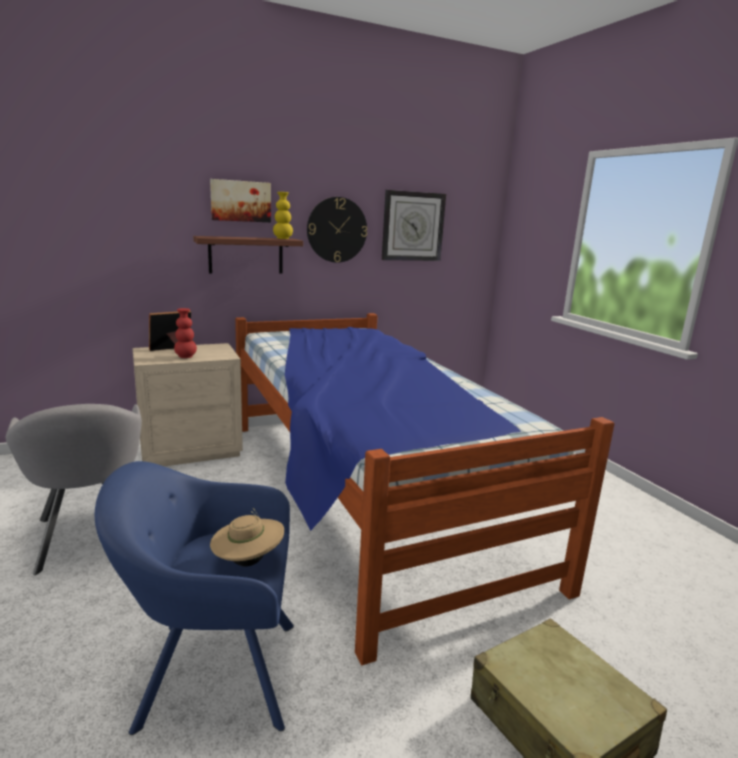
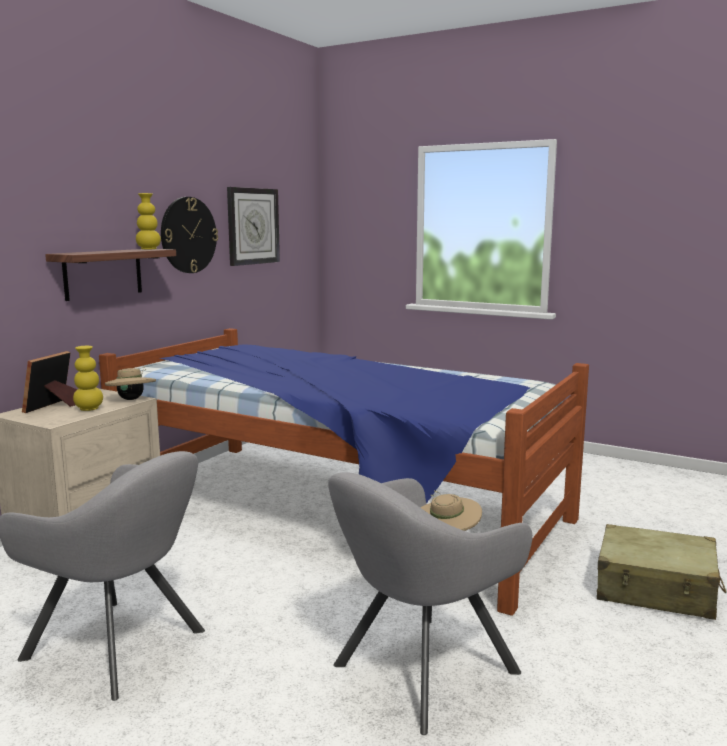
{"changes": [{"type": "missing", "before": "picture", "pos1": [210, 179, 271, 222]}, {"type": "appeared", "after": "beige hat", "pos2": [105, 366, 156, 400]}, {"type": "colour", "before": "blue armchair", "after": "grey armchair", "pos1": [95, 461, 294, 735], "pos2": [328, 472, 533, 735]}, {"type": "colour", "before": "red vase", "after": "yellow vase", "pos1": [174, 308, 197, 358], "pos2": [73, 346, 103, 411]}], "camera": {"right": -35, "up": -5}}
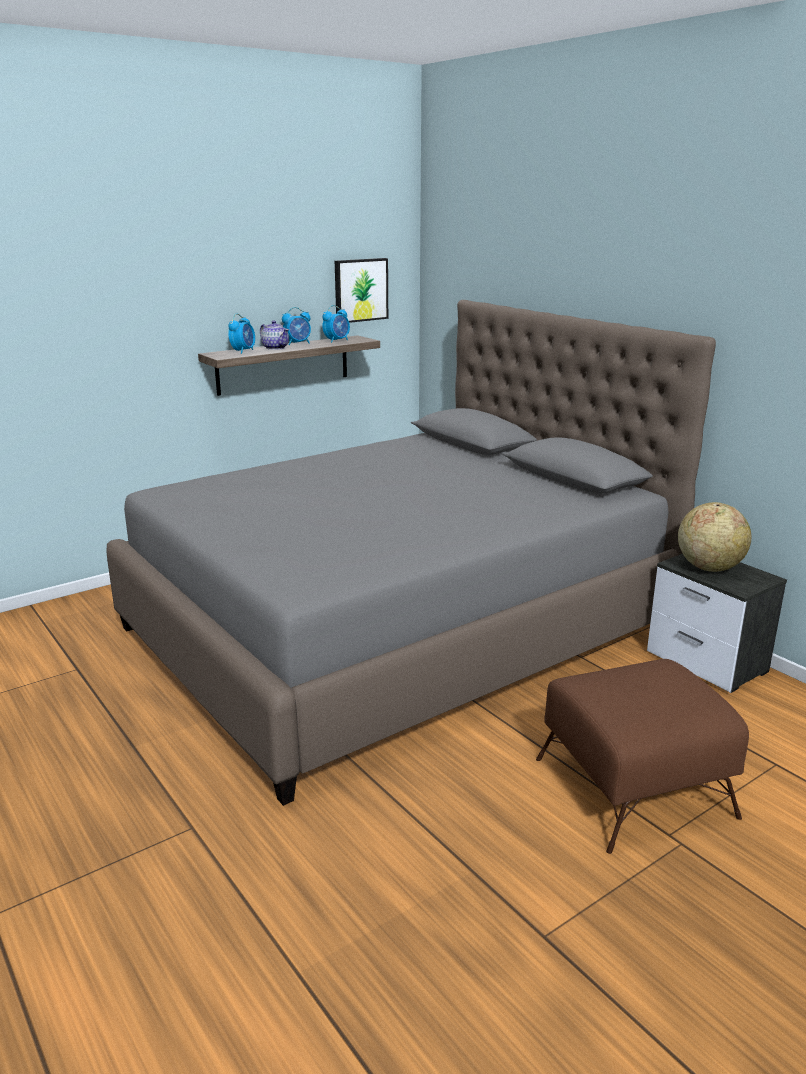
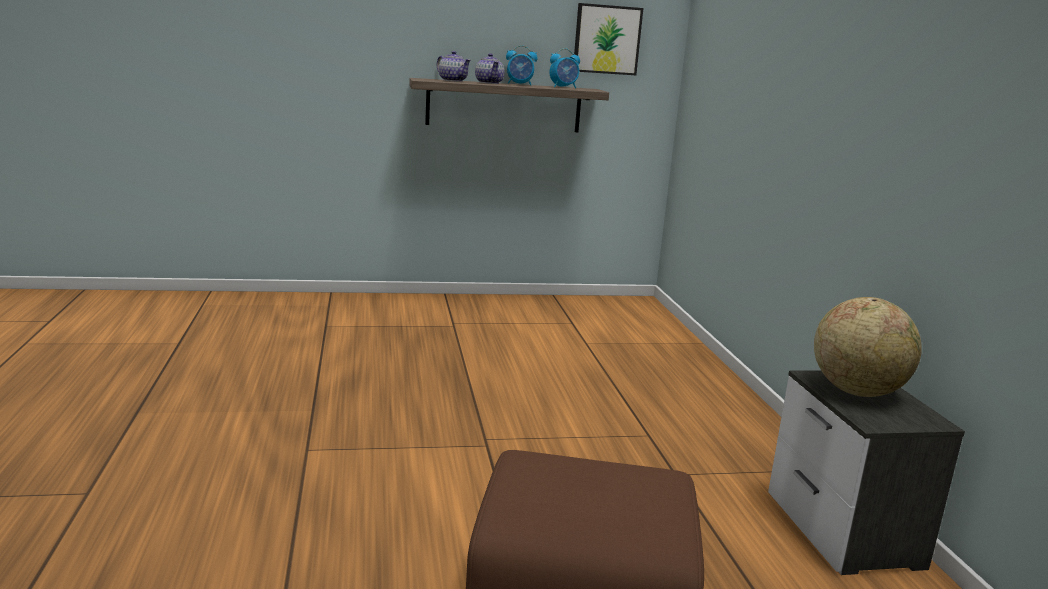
{"changes": [{"type": "missing", "before": "grey bed", "pos1": [107, 300, 716, 806]}, {"type": "exchanged", "before": "alarm clock", "after": "teapot", "pos1": [228, 313, 255, 354], "pos2": [436, 51, 471, 82]}], "camera": {"right": 25, "up": -5}}
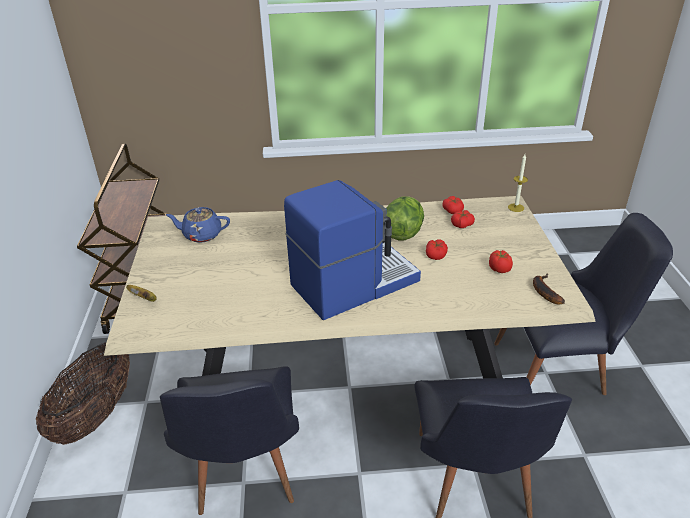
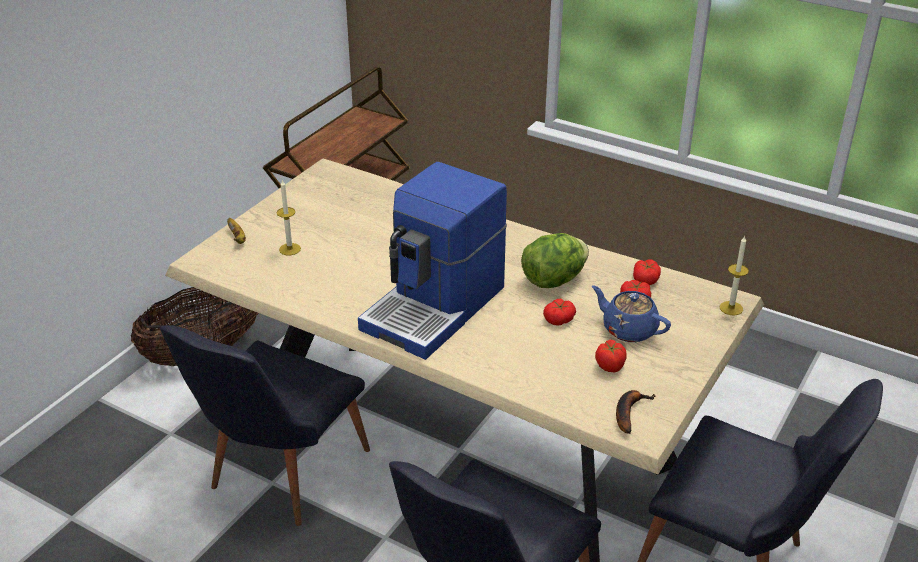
{"changes": [{"type": "appeared", "after": "candle", "pos2": [277, 180, 301, 255]}, {"type": "relocated", "before": "blue teapot", "pos1": [166, 207, 230, 243], "pos2": [592, 285, 671, 342]}, {"type": "spun", "before": "coffee machine", "pos1": [284, 180, 421, 320], "pos2": [358, 162, 507, 360], "turn": 120}], "camera": {"right": 35, "up": 0}}
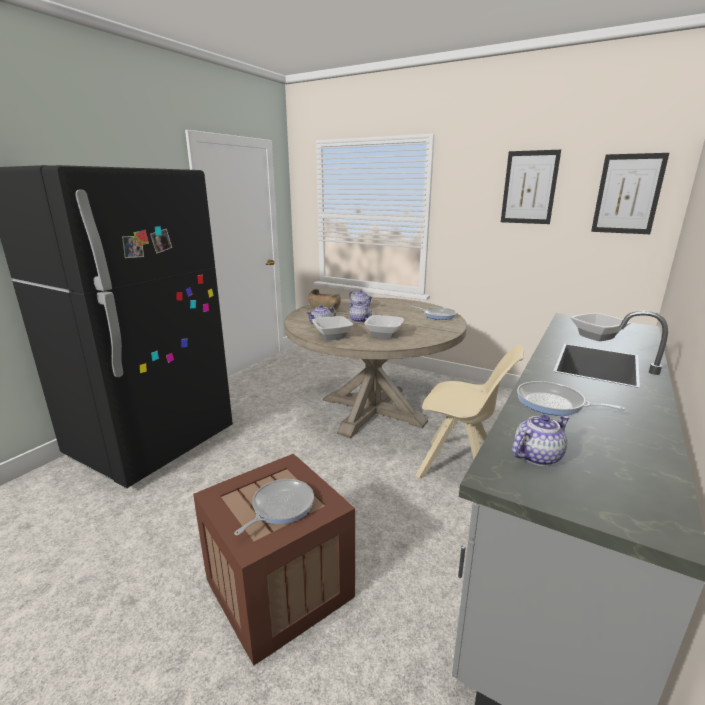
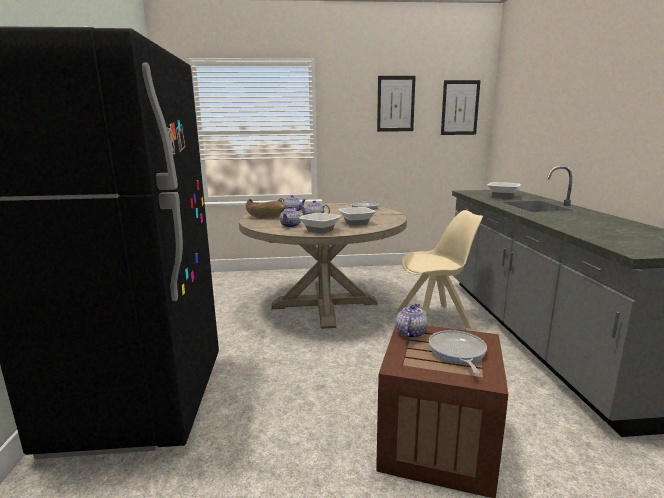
{"changes": [{"type": "missing", "before": "frying pan", "pos1": [517, 381, 625, 416]}, {"type": "relocated", "before": "teapot", "pos1": [512, 415, 569, 466], "pos2": [396, 303, 428, 338]}], "camera": {"right": -35, "up": -5}}
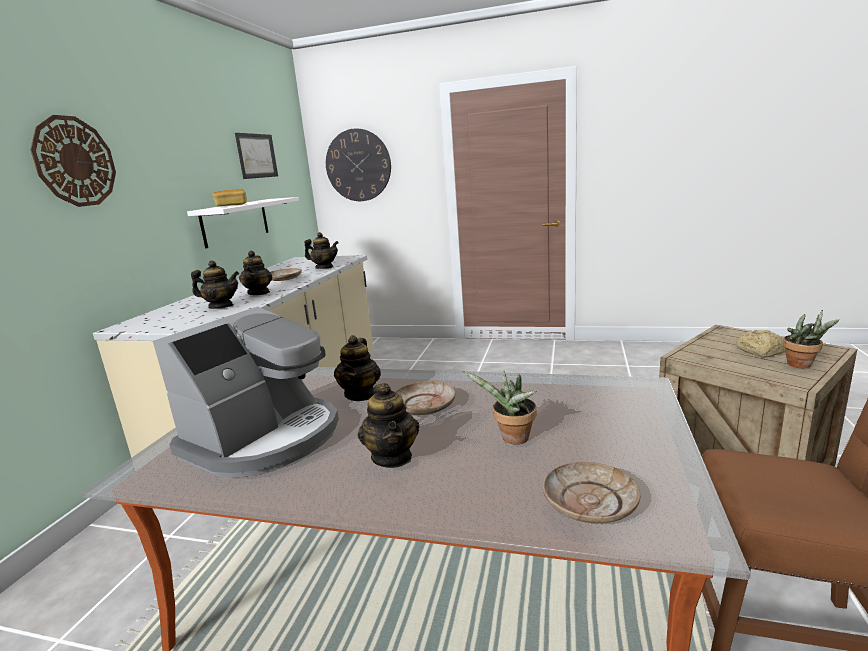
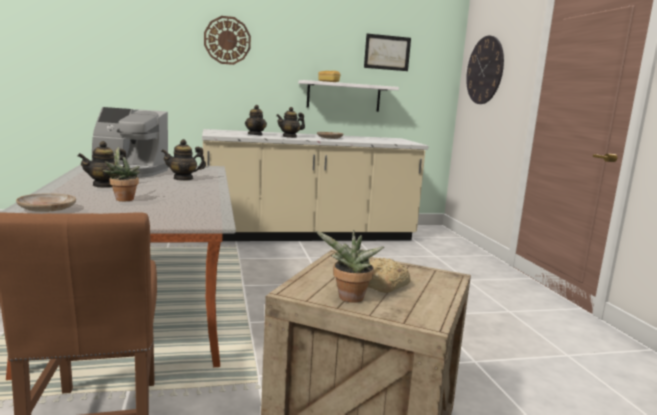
{"changes": [{"type": "missing", "before": "teapot", "pos1": [305, 232, 339, 269]}, {"type": "missing", "before": "beige plate", "pos1": [395, 381, 455, 415]}], "camera": {"right": 60, "up": -5}}
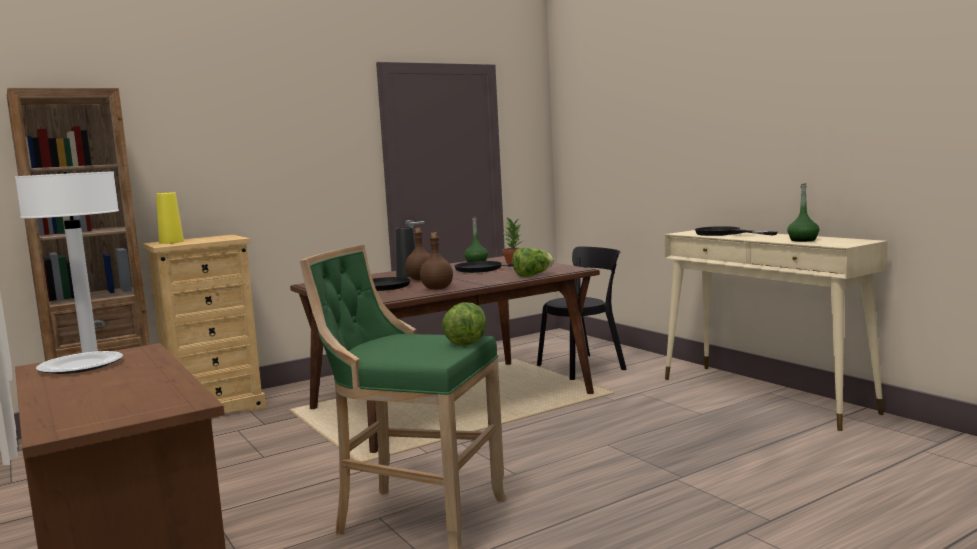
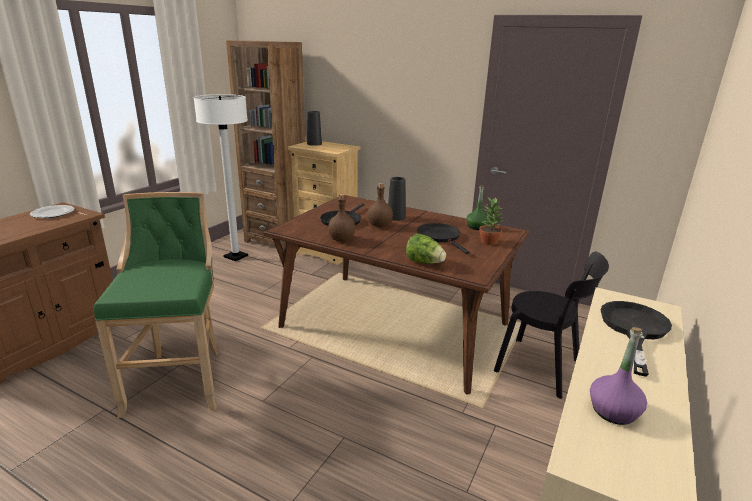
{"changes": [{"type": "missing", "before": "lettuce", "pos1": [442, 302, 486, 346]}, {"type": "colour", "before": "yellow vase", "after": "black vase", "pos1": [156, 192, 184, 244], "pos2": [307, 111, 322, 146]}, {"type": "colour", "before": "green bottle", "after": "purple bottle", "pos1": [787, 183, 820, 242], "pos2": [590, 327, 647, 425]}], "camera": {"right": 60, "up": 15}}
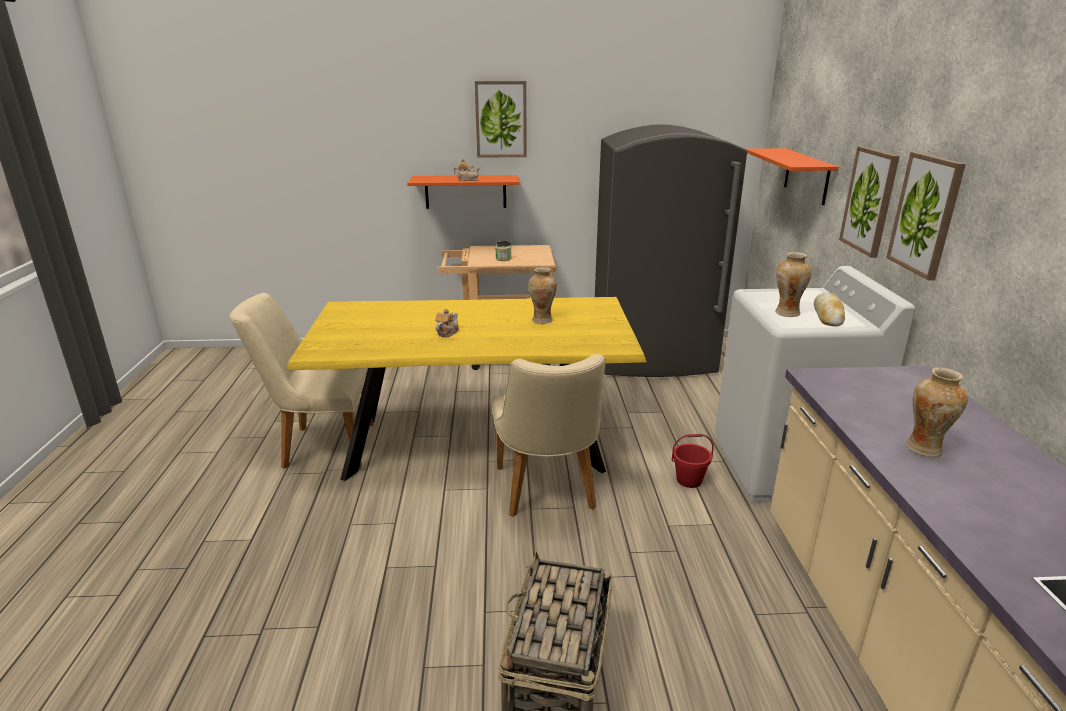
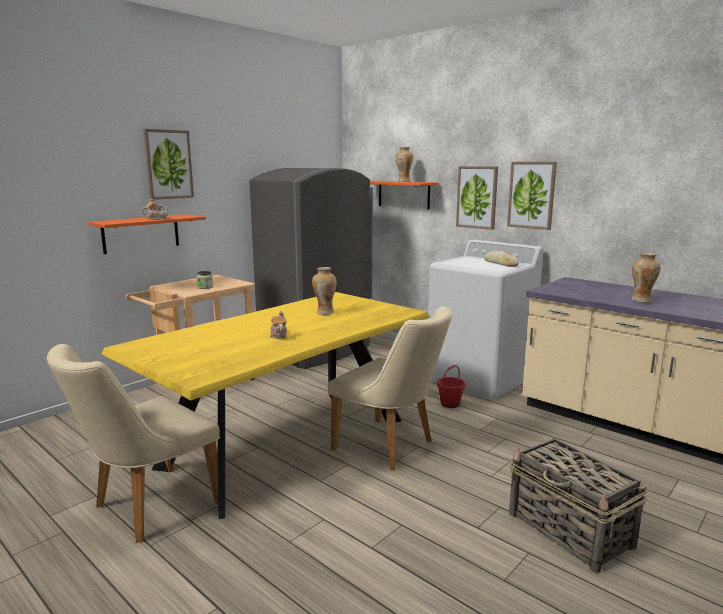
{"changes": [{"type": "relocated", "before": "vase", "pos1": [775, 252, 812, 317], "pos2": [396, 147, 413, 182]}], "camera": {"right": -45, "up": -10}}
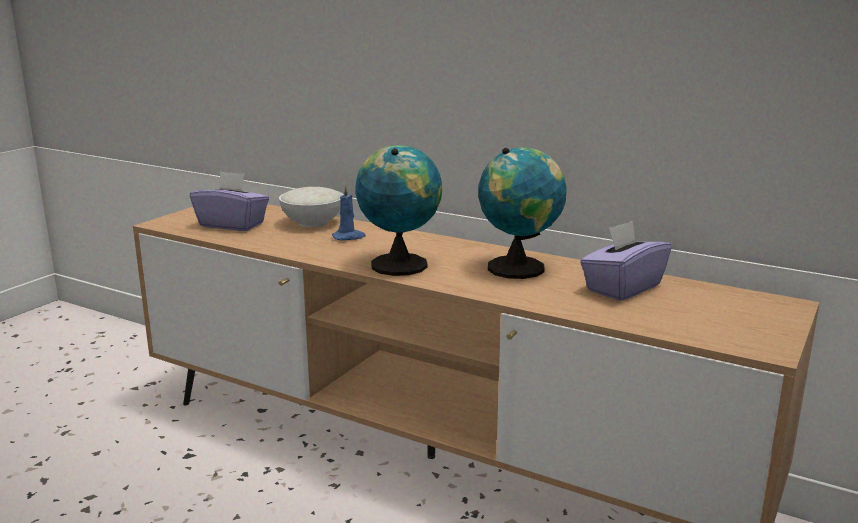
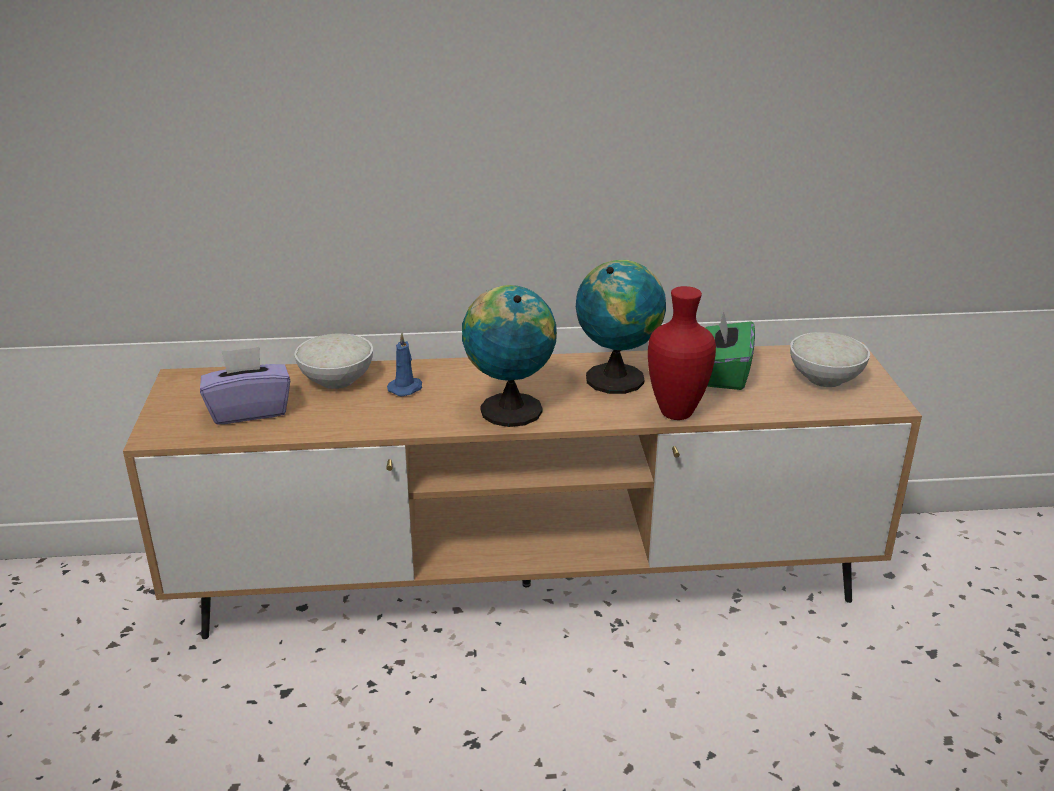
{"changes": [{"type": "appeared", "after": "red vase", "pos2": [648, 286, 716, 420]}, {"type": "appeared", "after": "white bowl", "pos2": [790, 332, 870, 387]}, {"type": "colour", "before": "purple tissue box", "after": "green tissue box", "pos1": [580, 221, 672, 301], "pos2": [706, 310, 755, 390]}], "camera": {"right": -35, "up": 10}}
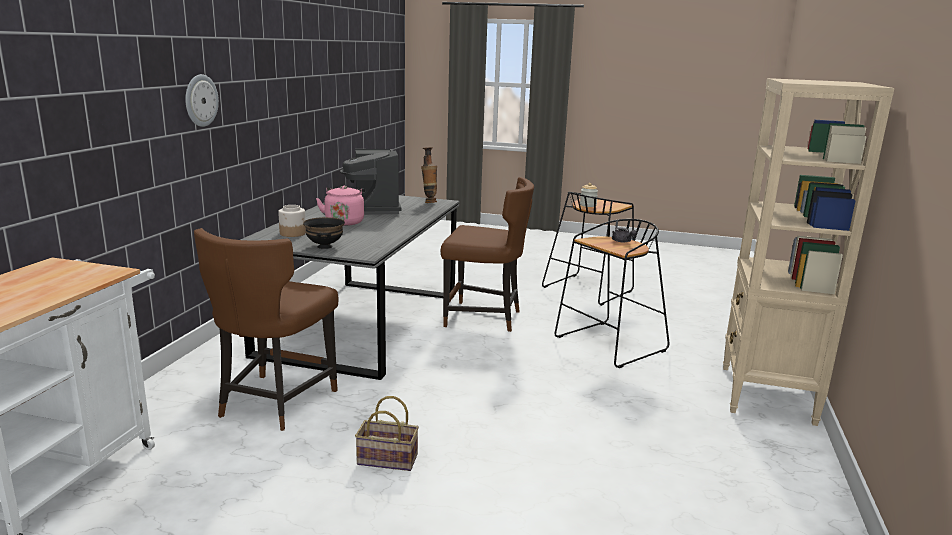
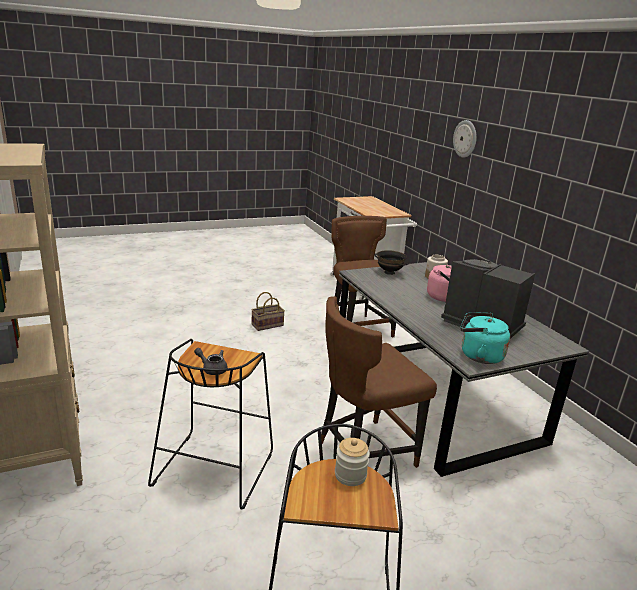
{"changes": [{"type": "relocated", "before": "wall clock", "pos1": [185, 74, 219, 127], "pos2": [453, 120, 477, 158]}, {"type": "exchanged", "before": "vase", "after": "turquoise kettle", "pos1": [421, 147, 437, 203], "pos2": [460, 312, 510, 364]}], "camera": {"right": 140, "up": 5}}
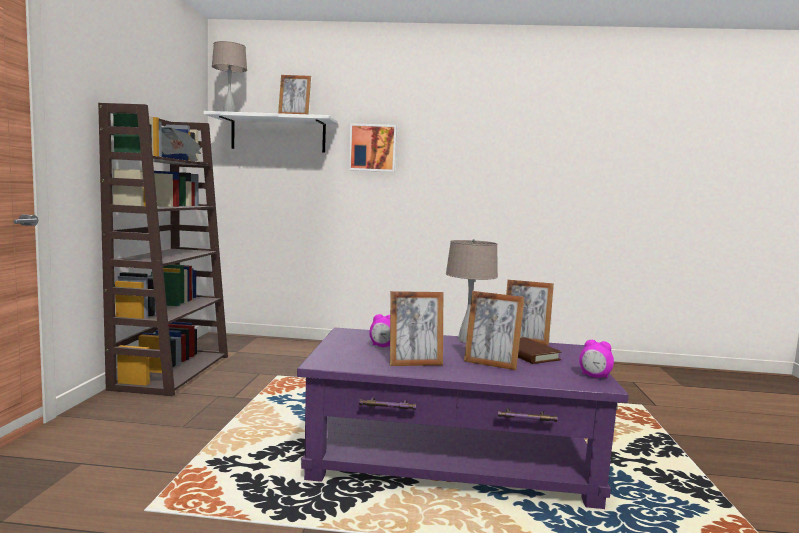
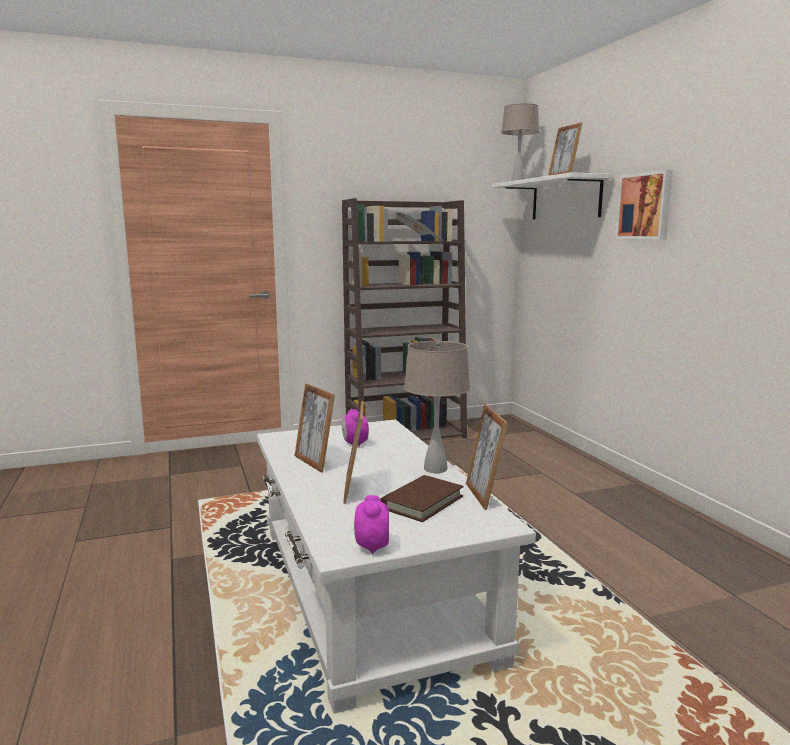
{"changes": [{"type": "colour", "before": "purple coffee table", "after": "white coffee table", "pos1": [297, 328, 629, 509], "pos2": [257, 419, 536, 714]}], "camera": {"right": 65, "up": 5}}
